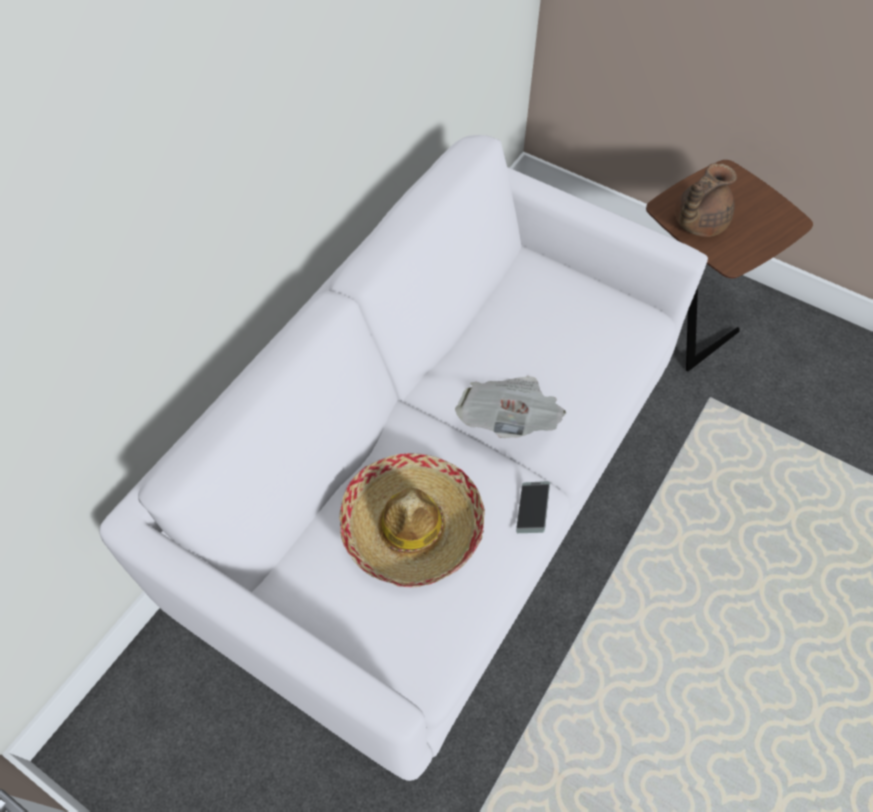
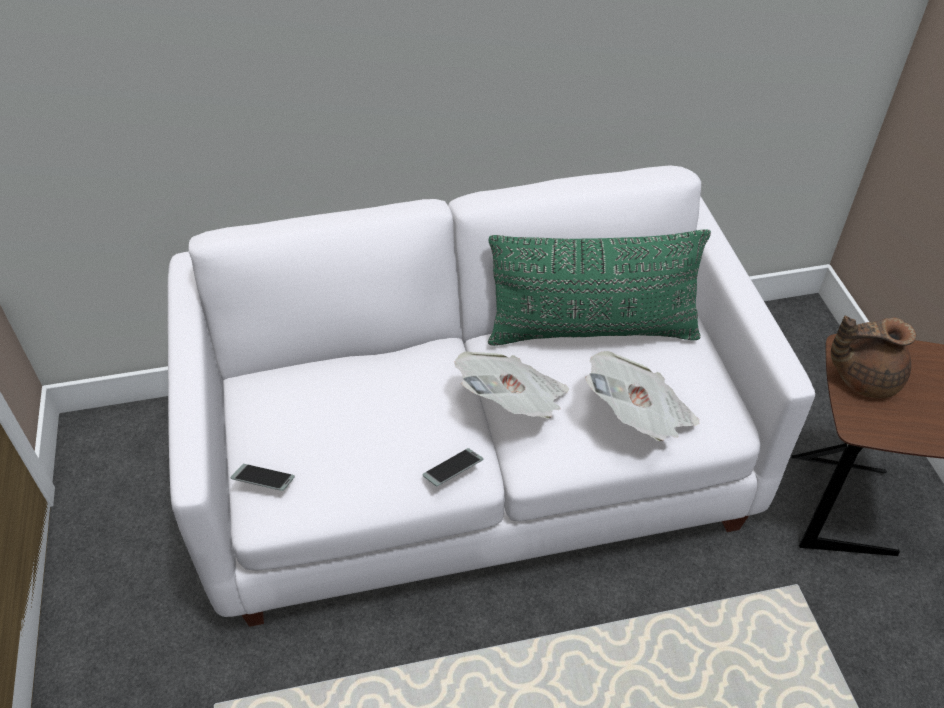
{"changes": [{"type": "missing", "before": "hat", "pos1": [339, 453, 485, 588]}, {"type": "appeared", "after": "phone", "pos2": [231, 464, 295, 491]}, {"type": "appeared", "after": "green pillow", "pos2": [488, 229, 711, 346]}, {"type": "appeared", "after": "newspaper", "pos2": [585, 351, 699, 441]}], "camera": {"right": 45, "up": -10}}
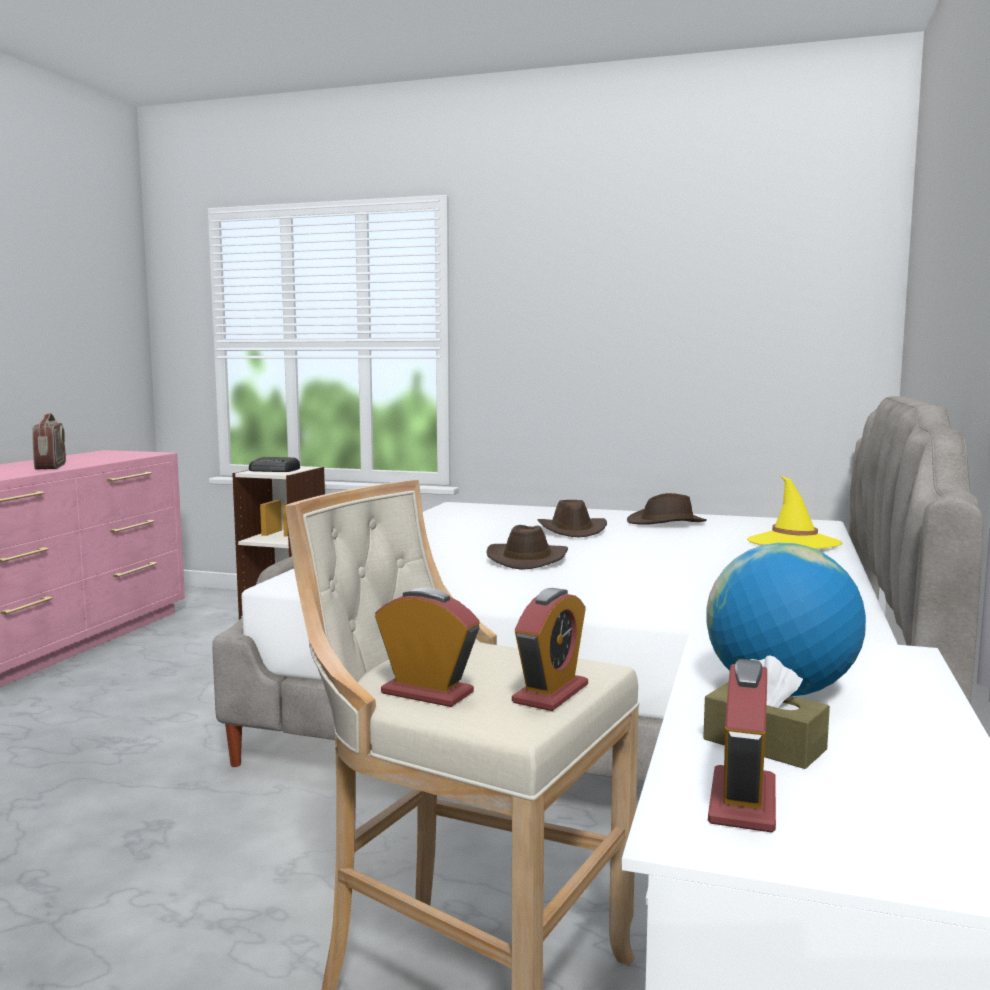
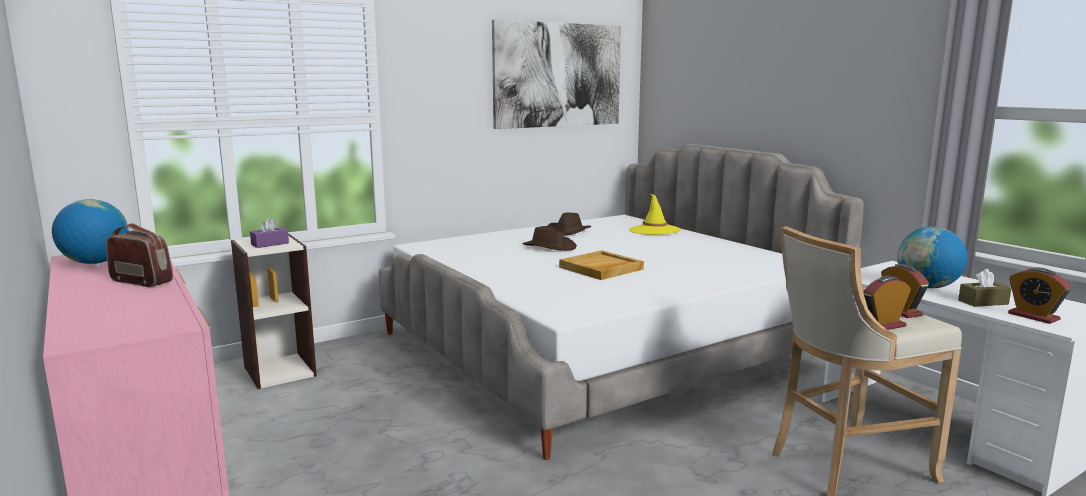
{"changes": [{"type": "appeared", "after": "globe", "pos2": [52, 199, 129, 264]}, {"type": "appeared", "after": "picture", "pos2": [492, 20, 621, 129]}, {"type": "exchanged", "before": "radio", "after": "purple tissue box", "pos1": [249, 457, 300, 472], "pos2": [250, 218, 289, 248]}, {"type": "exchanged", "before": "brown hat", "after": "beige tray", "pos1": [486, 525, 568, 570], "pos2": [559, 250, 644, 280]}], "camera": {"right": -50, "up": 5}}
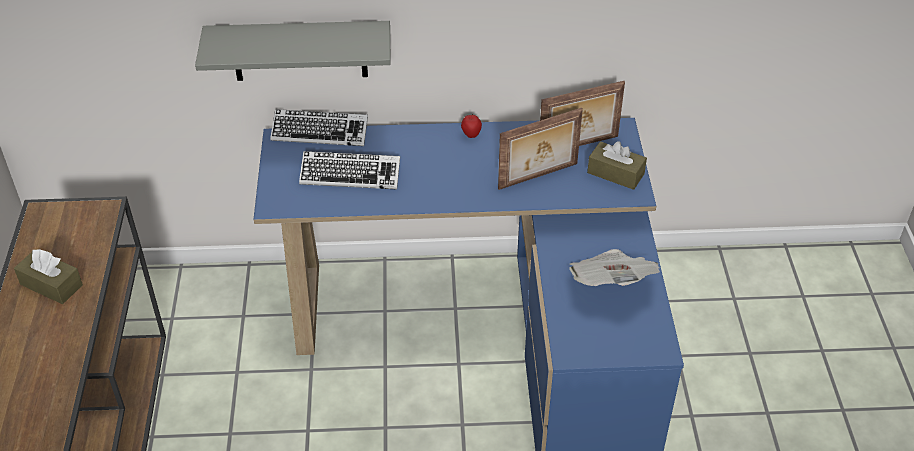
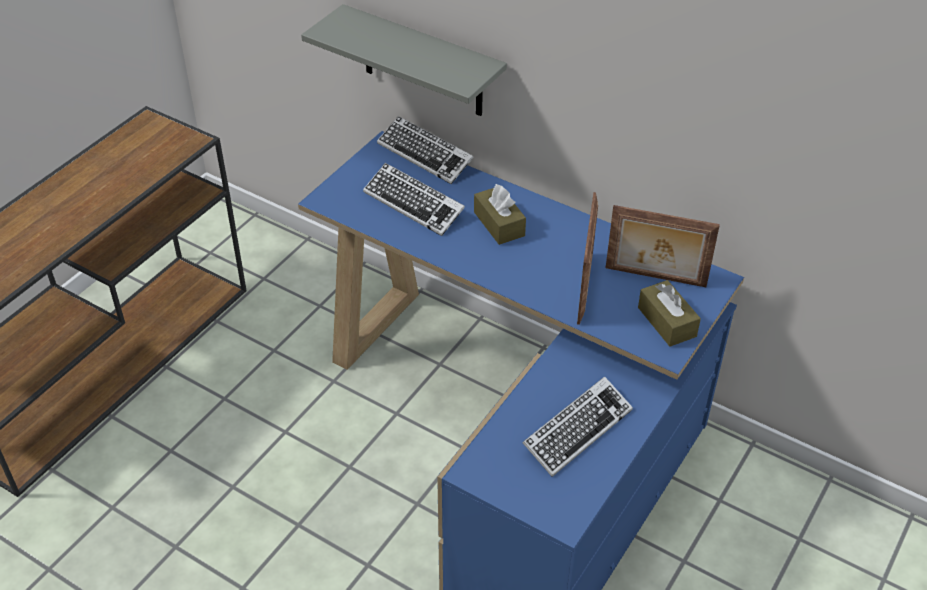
{"changes": [{"type": "missing", "before": "apple", "pos1": [461, 114, 482, 138]}, {"type": "relocated", "before": "brown tissue box", "pos1": [14, 249, 83, 304], "pos2": [474, 184, 526, 245]}, {"type": "exchanged", "before": "newspaper", "after": "keyboard", "pos1": [569, 249, 660, 286], "pos2": [522, 376, 633, 477]}, {"type": "spun", "before": "picture frame", "pos1": [498, 108, 583, 190], "pos2": [577, 192, 598, 325], "turn": -90}], "camera": {"right": 35, "up": 0}}
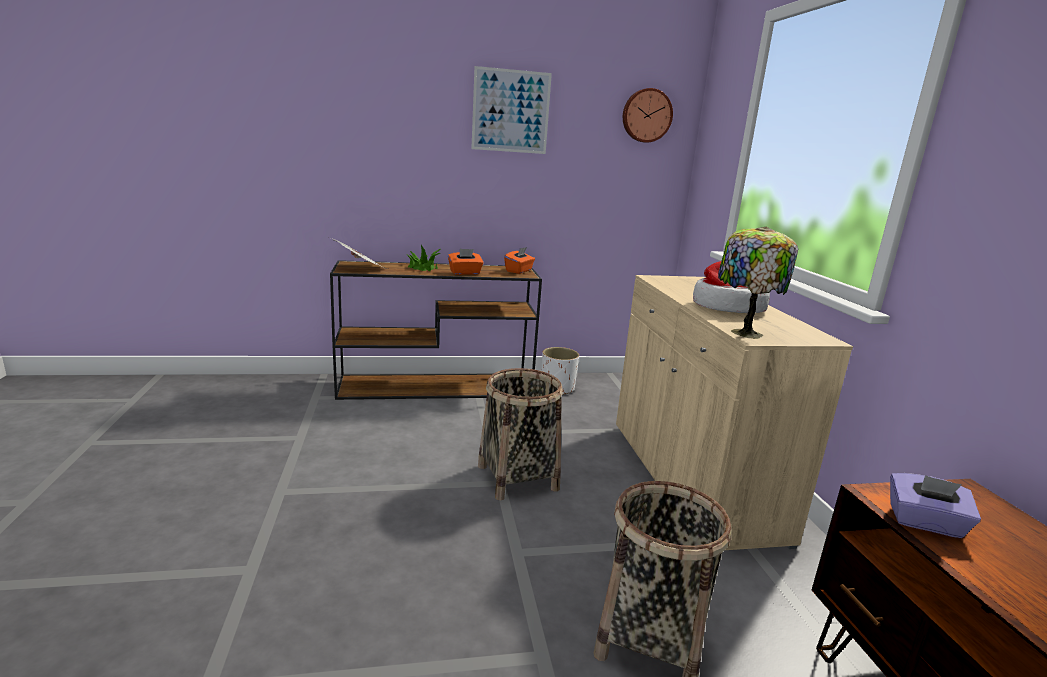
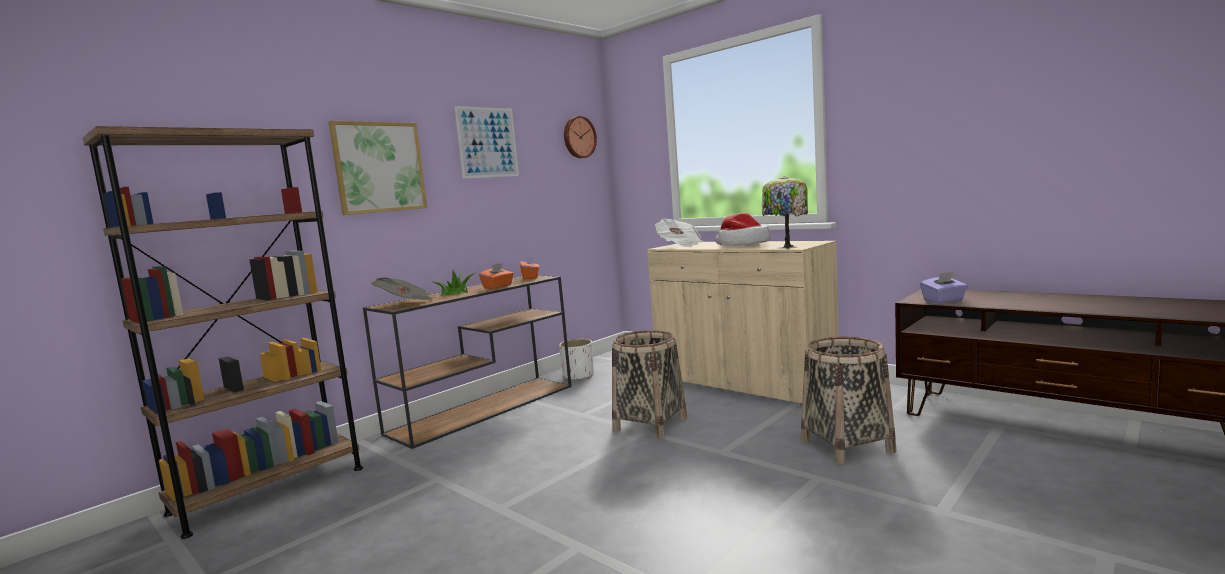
{"changes": [{"type": "appeared", "after": "brown bookcase", "pos2": [83, 126, 363, 539]}, {"type": "appeared", "after": "picture", "pos2": [329, 121, 427, 215]}, {"type": "appeared", "after": "newspaper", "pos2": [655, 219, 703, 248]}], "camera": {"right": -35, "up": -10}}
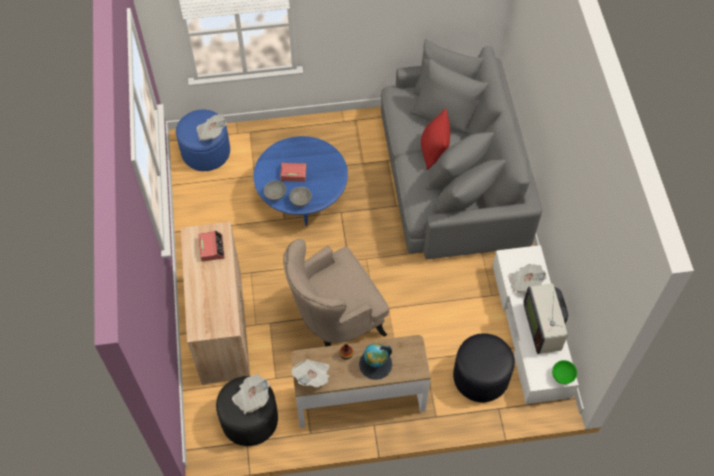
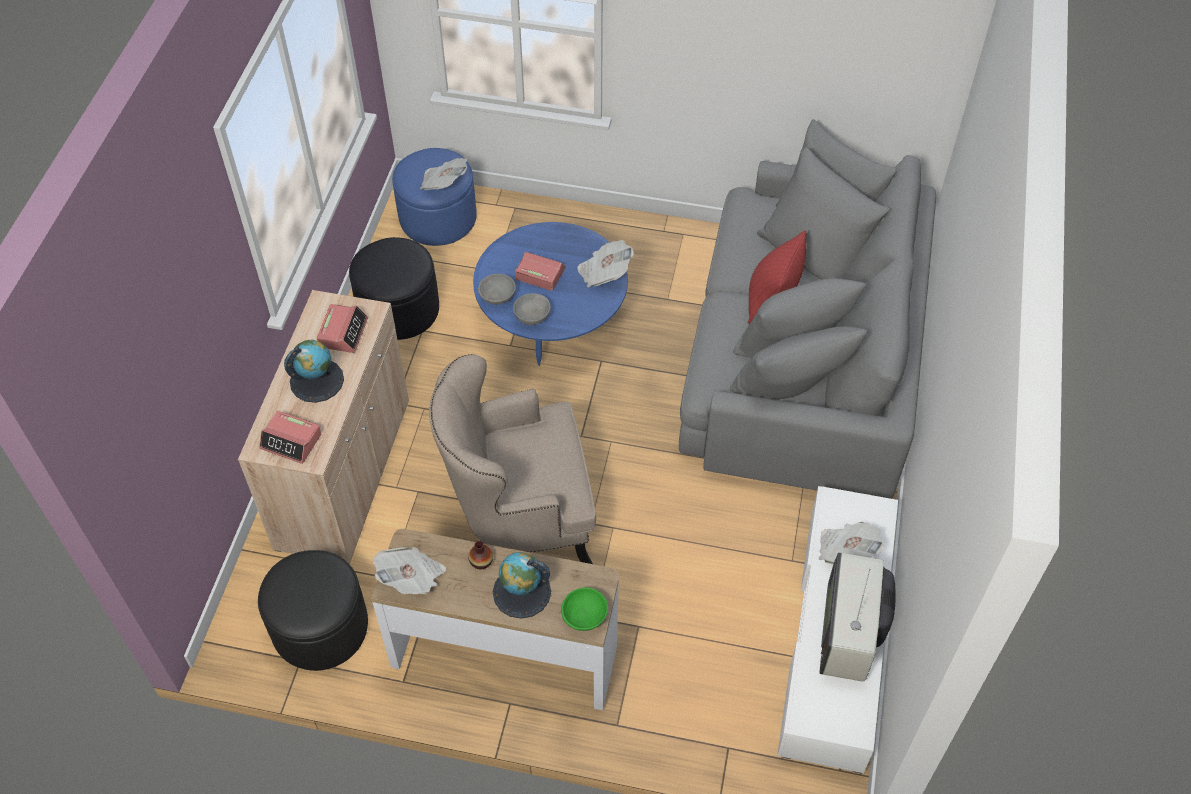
{"changes": [{"type": "appeared", "after": "alarm clock", "pos2": [259, 411, 321, 464]}, {"type": "appeared", "after": "globe", "pos2": [284, 340, 344, 403]}, {"type": "relocated", "before": "newspaper", "pos1": [232, 374, 270, 414], "pos2": [577, 240, 634, 287]}, {"type": "relocated", "before": "black ottoman", "pos1": [453, 333, 515, 403], "pos2": [349, 237, 439, 340]}, {"type": "relocated", "before": "green bowl", "pos1": [552, 360, 577, 384], "pos2": [561, 587, 608, 631]}], "camera": {"right": 20, "up": -5}}
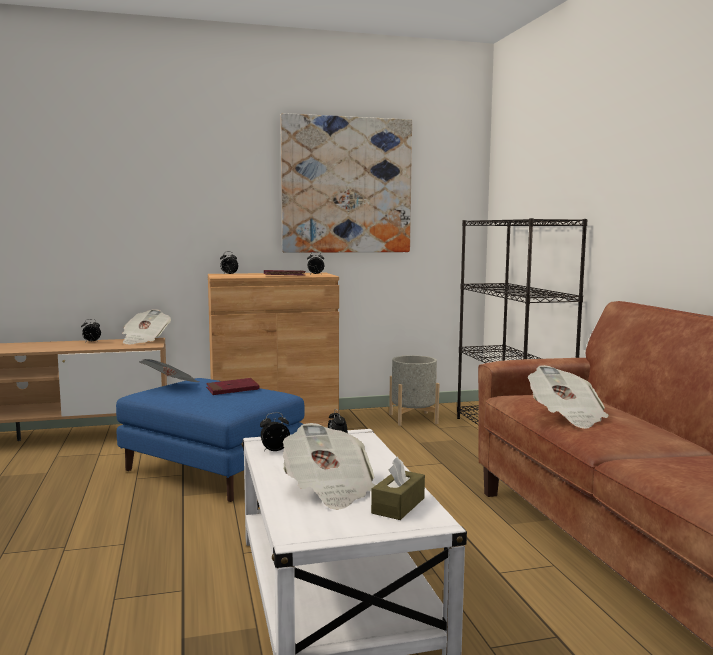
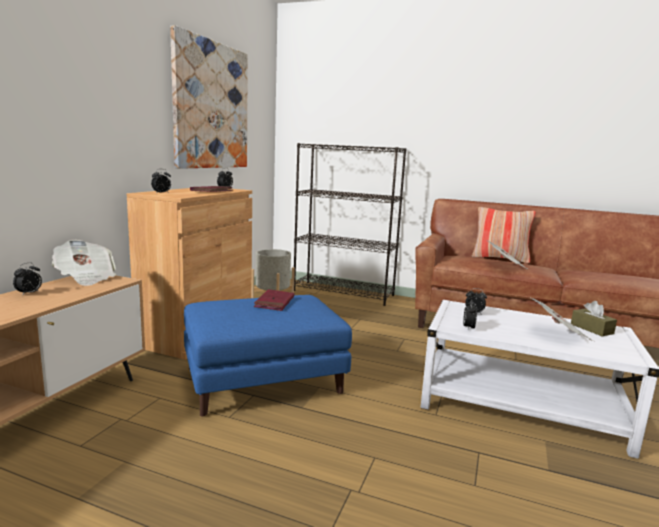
{"changes": [{"type": "missing", "before": "newspaper", "pos1": [139, 359, 200, 382]}, {"type": "appeared", "after": "pillow", "pos2": [472, 207, 536, 263]}], "camera": {"right": -55, "up": 5}}
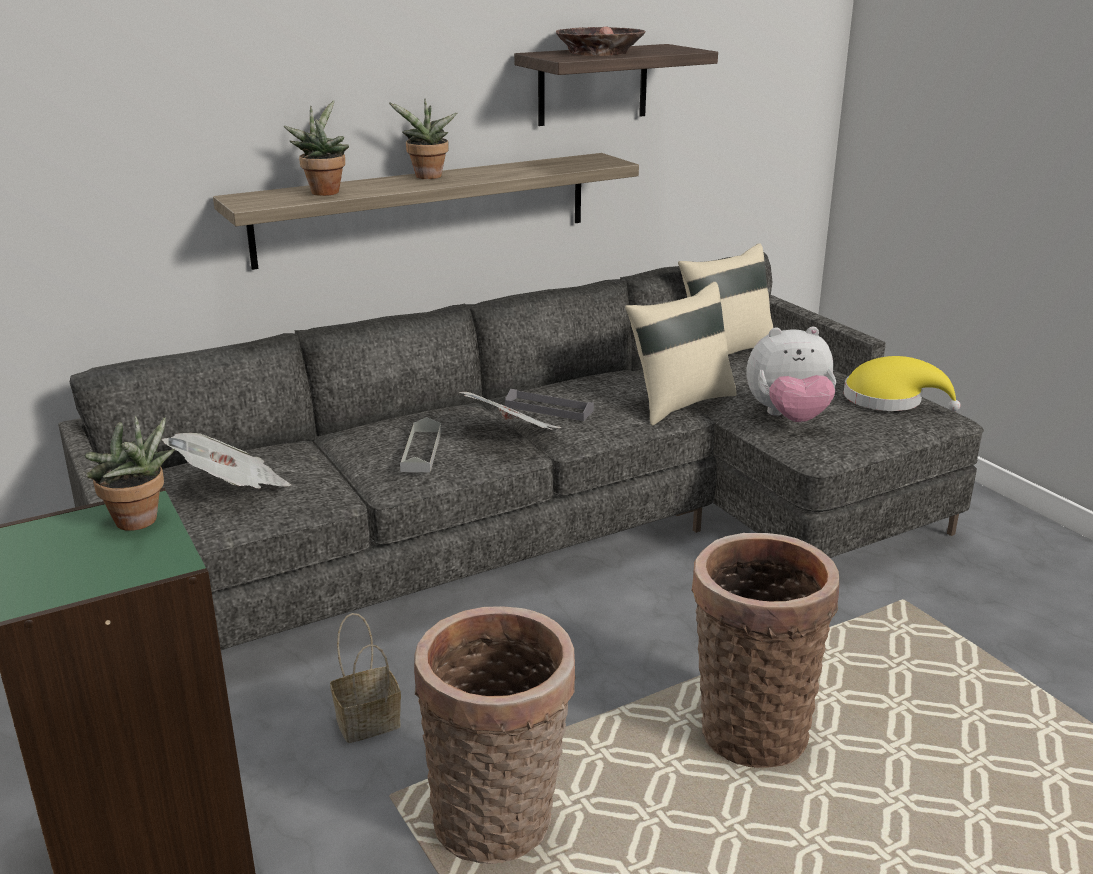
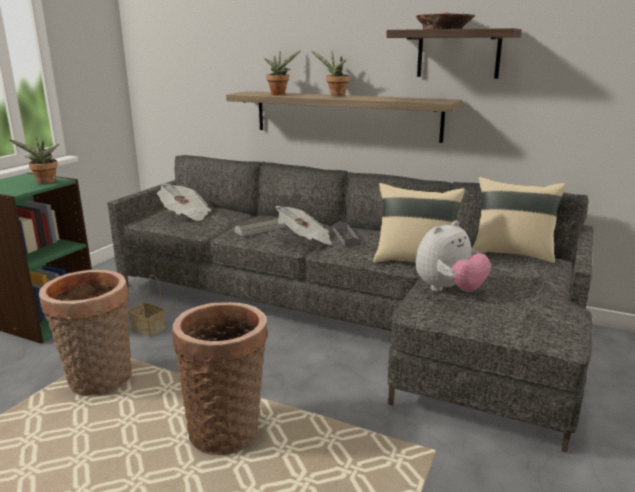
{"changes": [{"type": "missing", "before": "yellow hat", "pos1": [844, 356, 961, 411]}, {"type": "spun", "before": "plush toy", "pos1": [746, 327, 836, 422], "pos2": [416, 220, 491, 292], "turn": -90}], "camera": {"right": 55, "up": -5}}
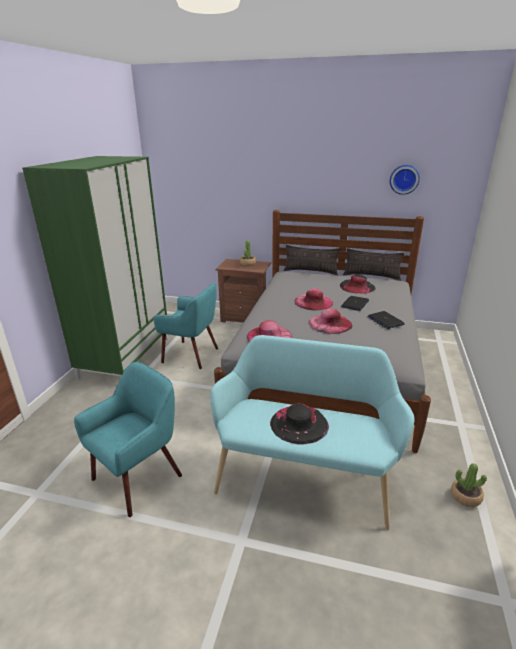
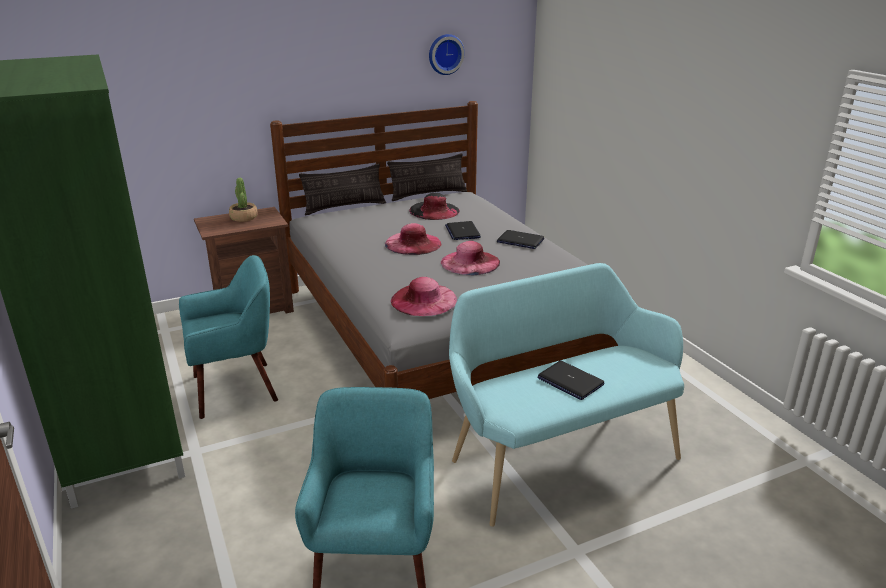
{"changes": [{"type": "missing", "before": "potted plant", "pos1": [451, 463, 487, 507]}, {"type": "exchanged", "before": "black hat", "after": "laptop", "pos1": [270, 403, 329, 445], "pos2": [537, 361, 605, 400]}], "camera": {"right": -40, "up": 0}}
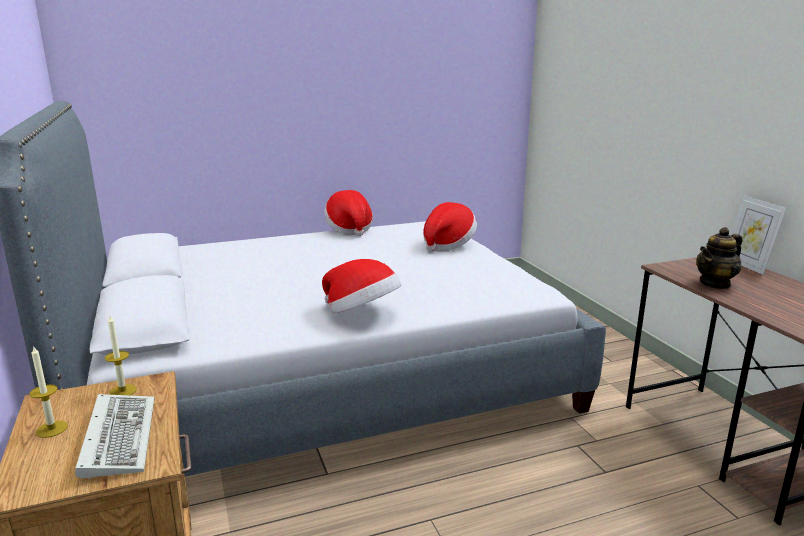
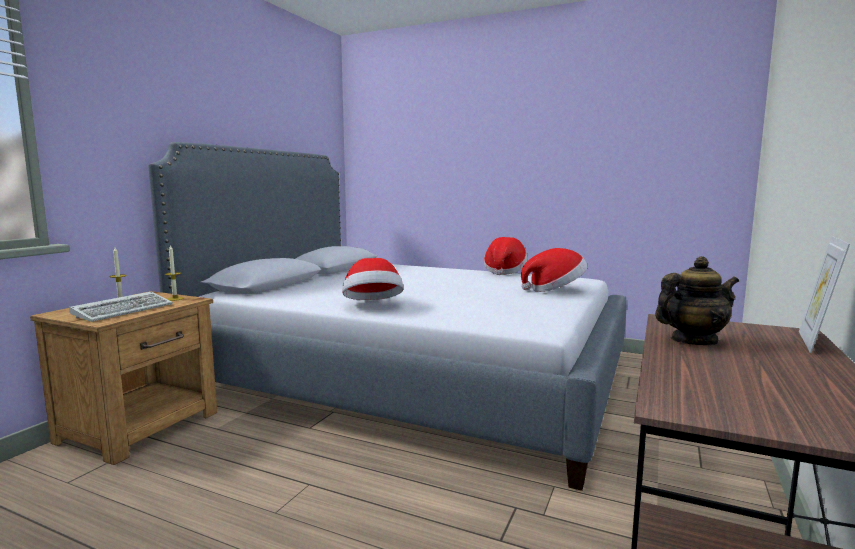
{"changes": [{"type": "spun", "before": "teapot", "pos1": [696, 227, 743, 289], "pos2": [655, 256, 739, 345], "turn": 150}], "camera": {"right": 45, "up": -10}}
